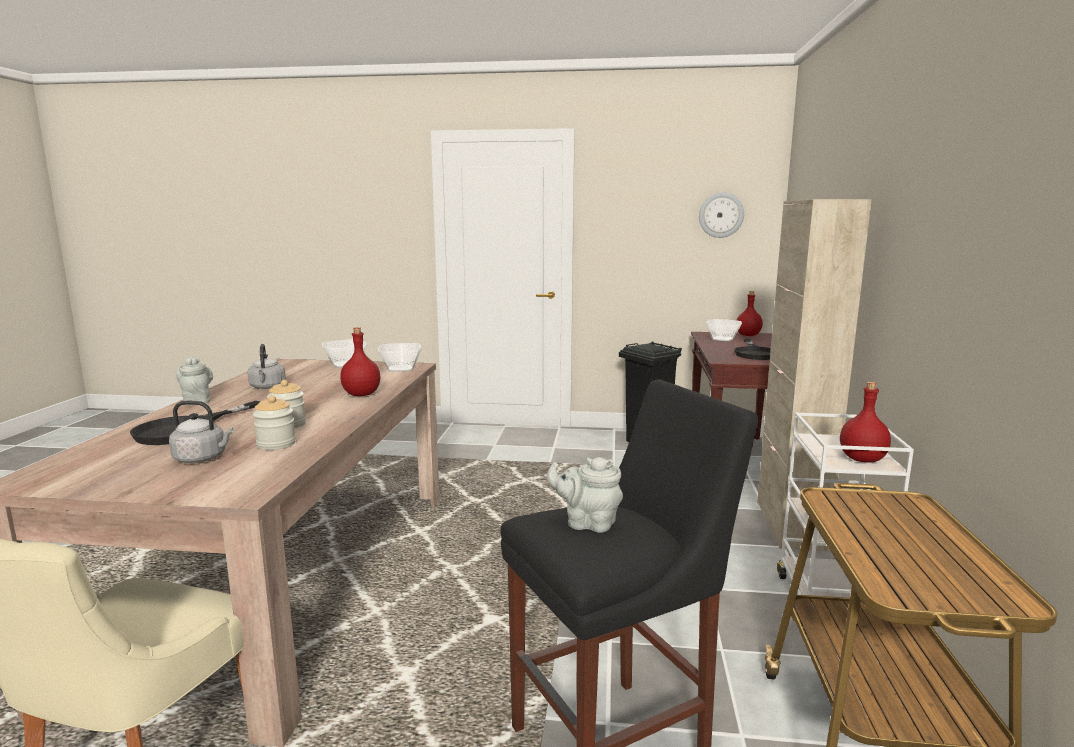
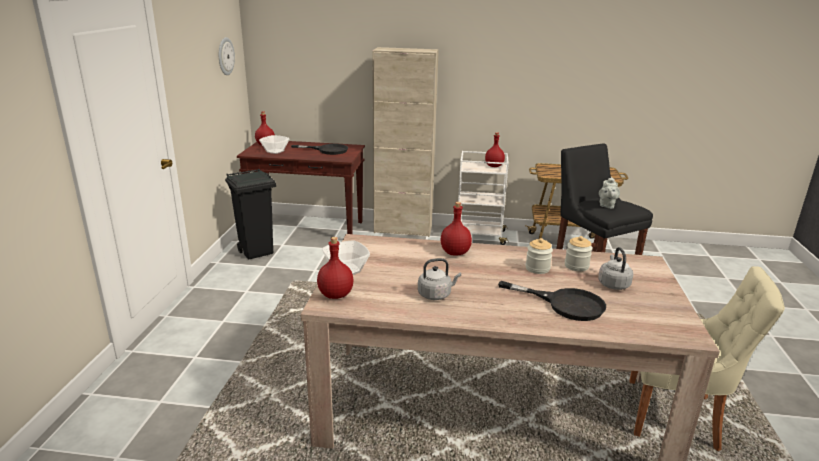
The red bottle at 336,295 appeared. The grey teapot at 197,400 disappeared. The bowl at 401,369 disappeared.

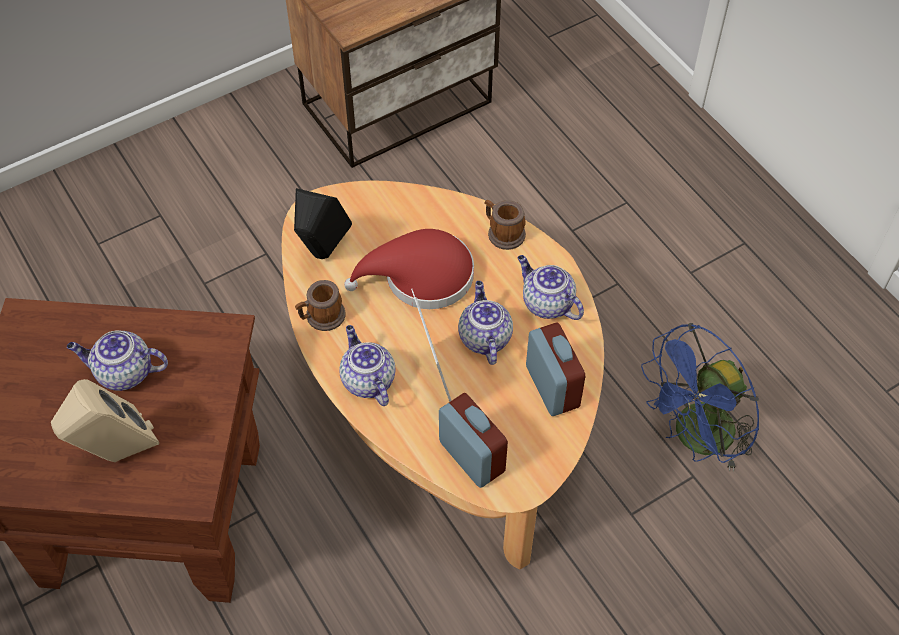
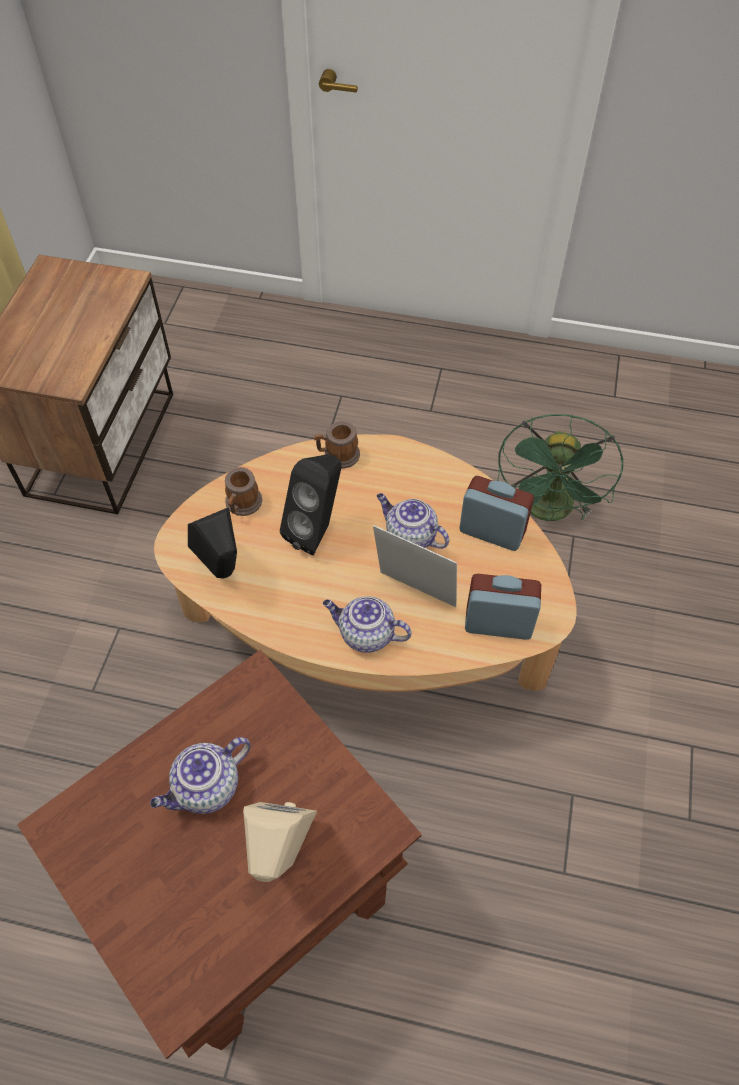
The mug moved from 321,317 to 242,505. The red hat at 421,277 was replaced by the black speaker at 317,530. The blue fan at 695,438 became the green fan at 549,512. The teapot at 546,303 disappeared.

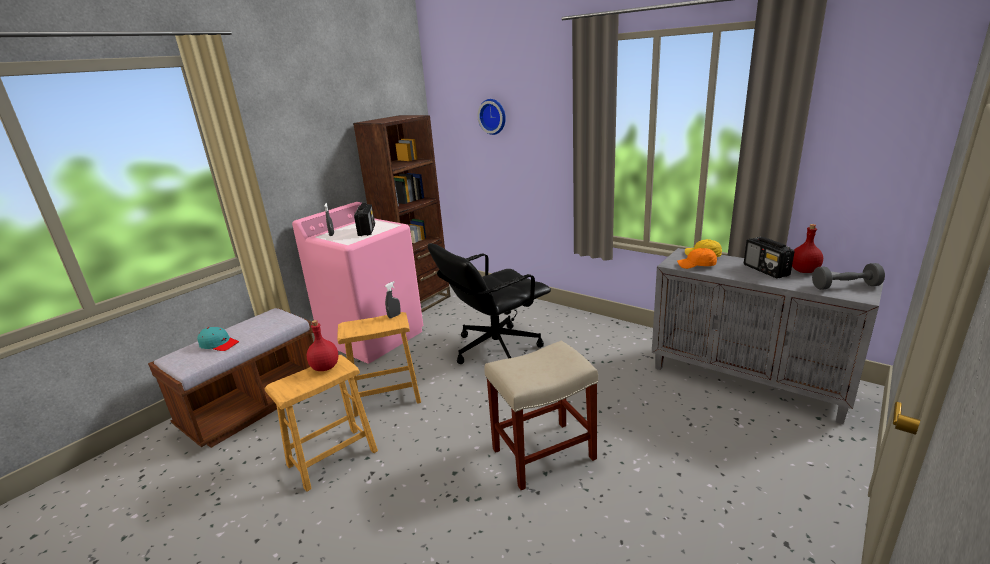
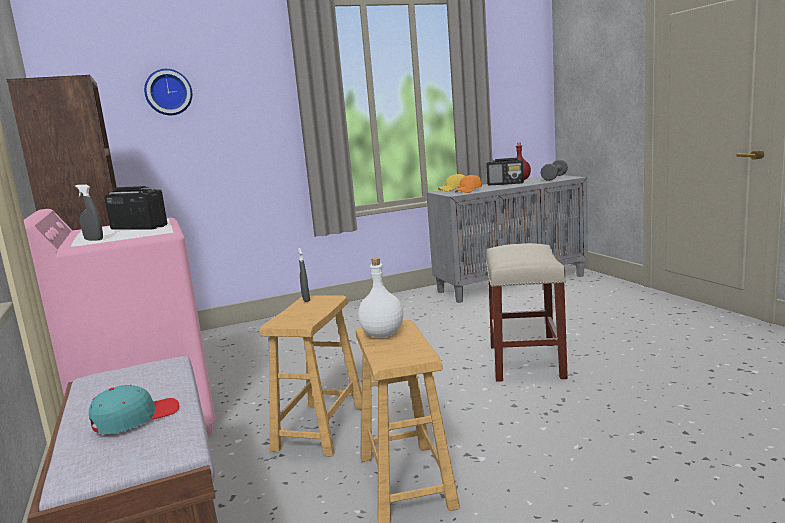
The red bottle at 324,367 became the white bottle at 382,334. The black office chair at 495,348 disappeared.

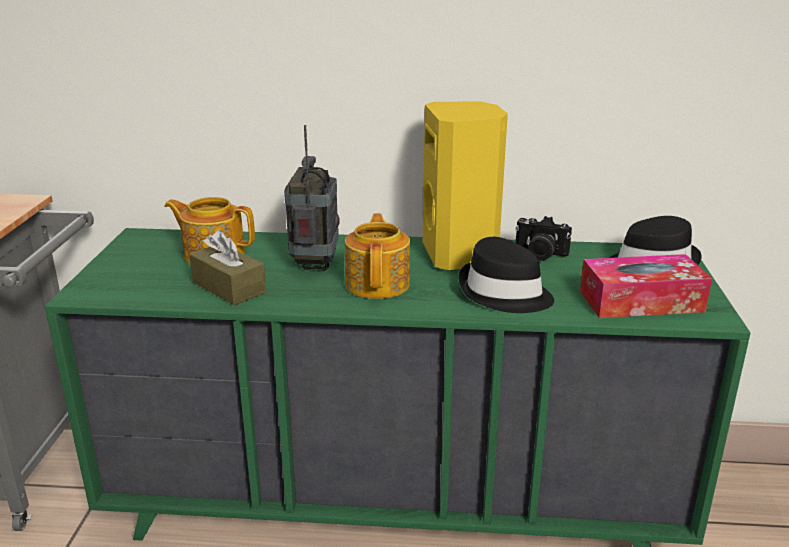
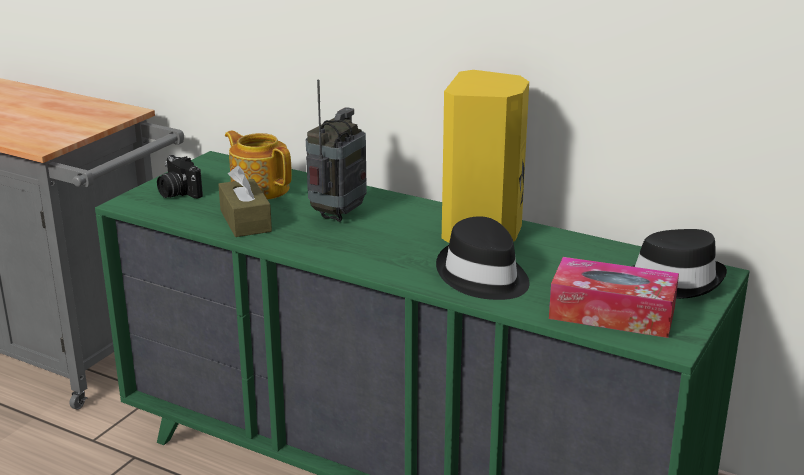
The photo camera moved from 539,254 to 177,193. The teapot at 378,283 disappeared.

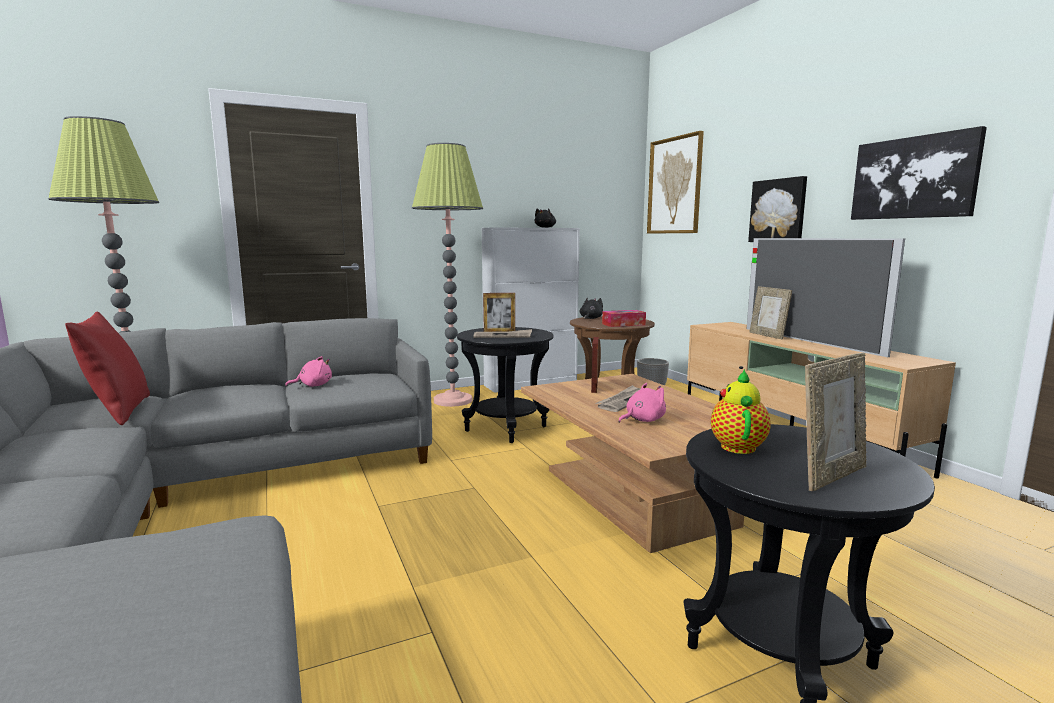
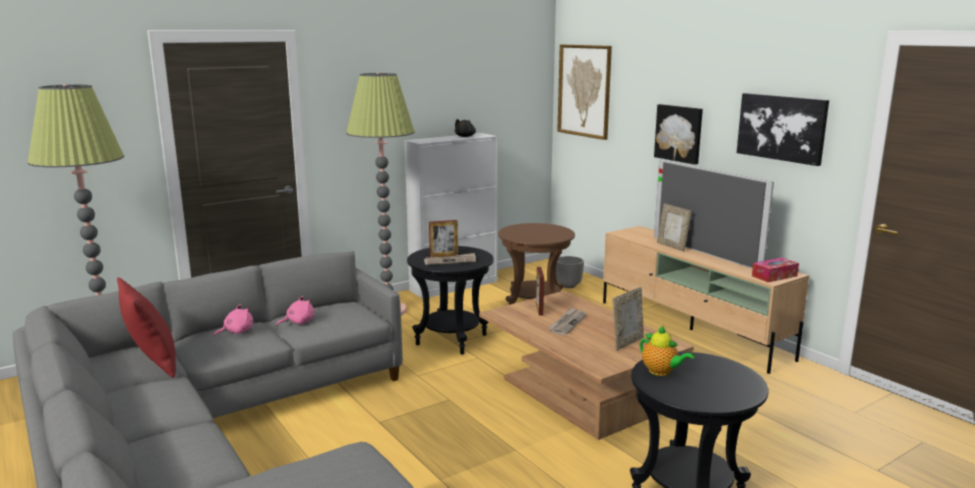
The pink plush toy moved from 642,420 to 237,332. The picture frame moved from 831,475 to 627,343. The teapot at 737,445 turned 135 degrees clockwise. The tissue box moved from 623,324 to 774,276. The black plush toy at 590,318 disappeared.

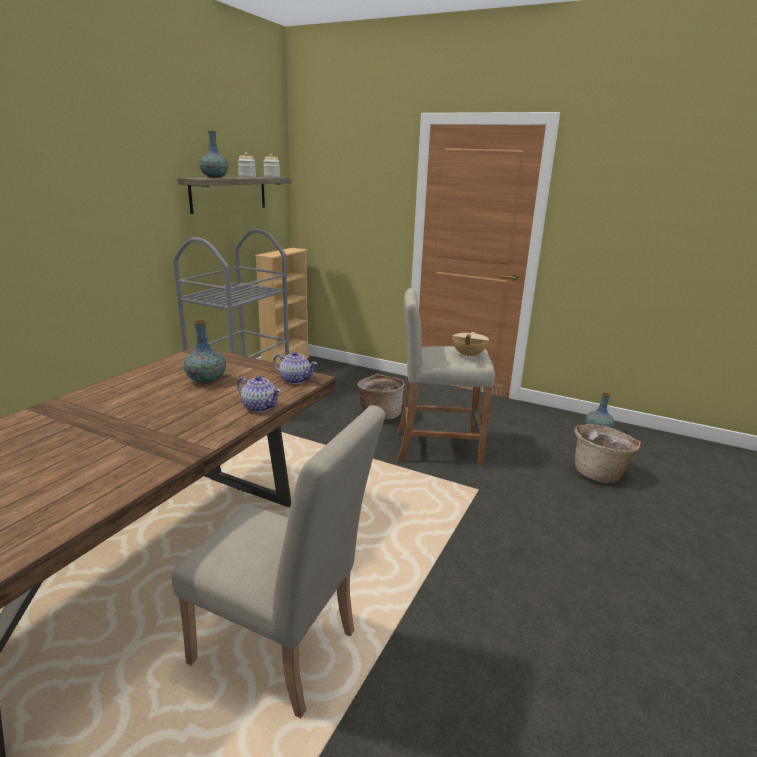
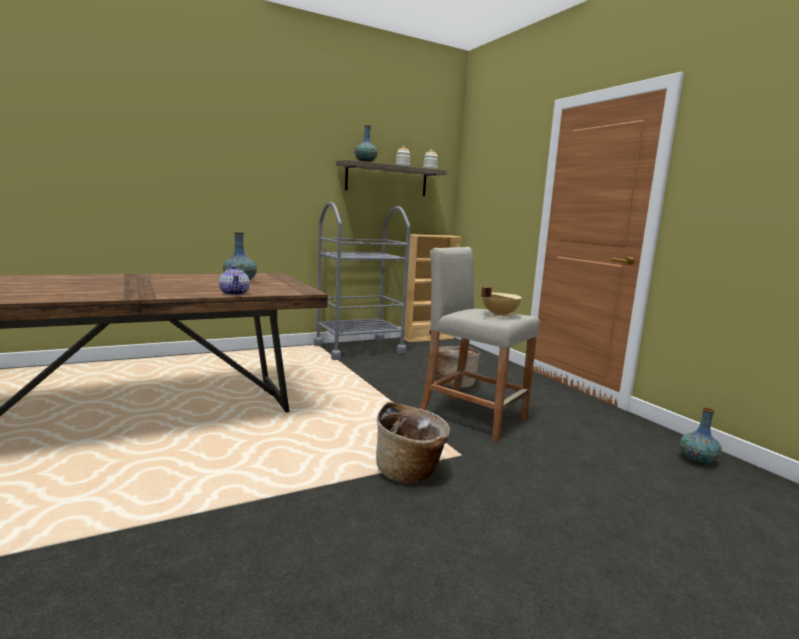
The basket moved from 599,473 to 410,472. The beige chair at 284,654 disappeared. The teapot at 295,380 disappeared.

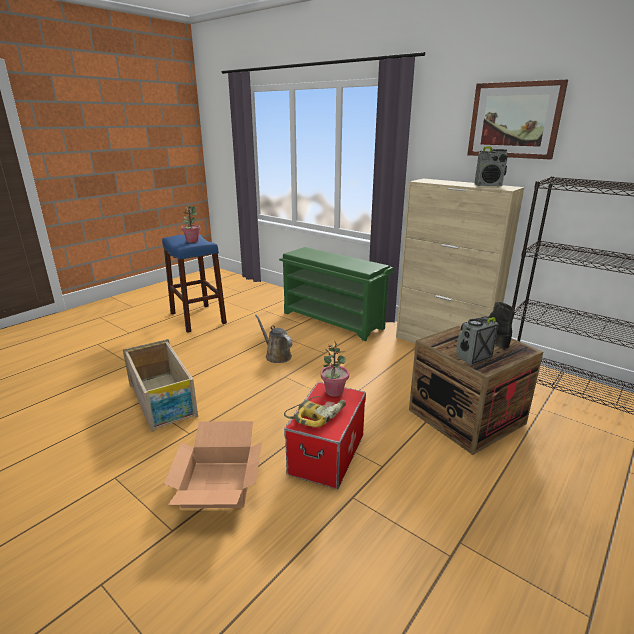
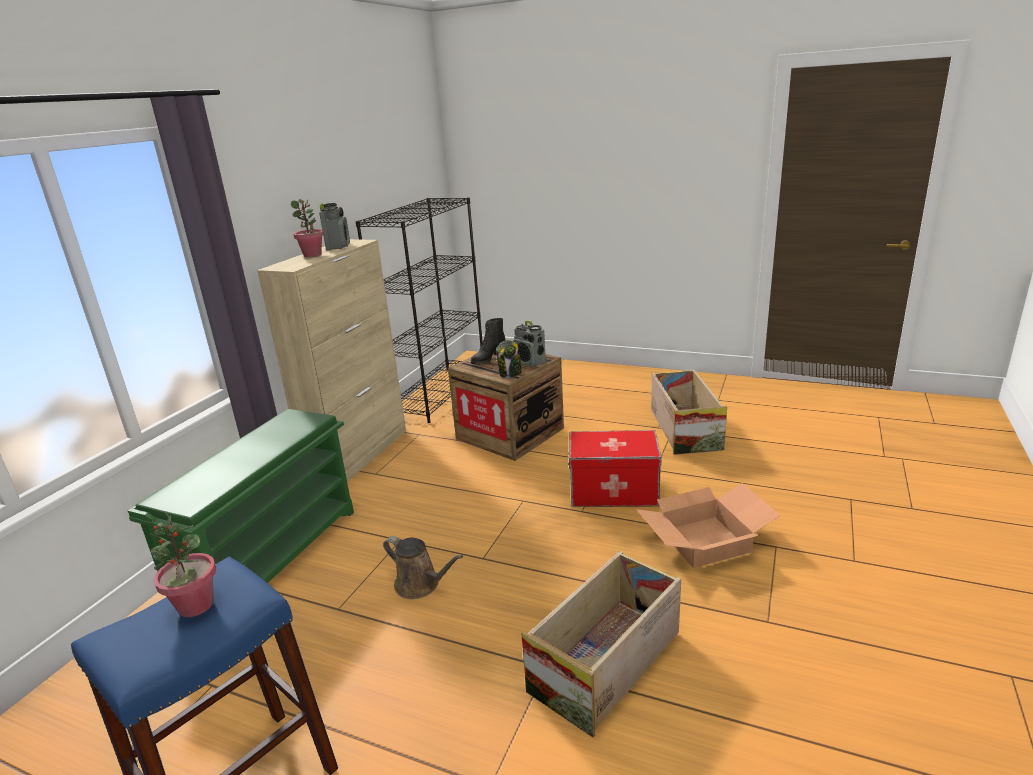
The potted plant moved from 334,391 to 312,255. The brown watering can at 276,355 turned 90 degrees counterclockwise. The jar at 510,373 appeared. The crate at 684,428 appeared. The power drill at 317,414 disappeared. The picture at 514,120 disappeared.

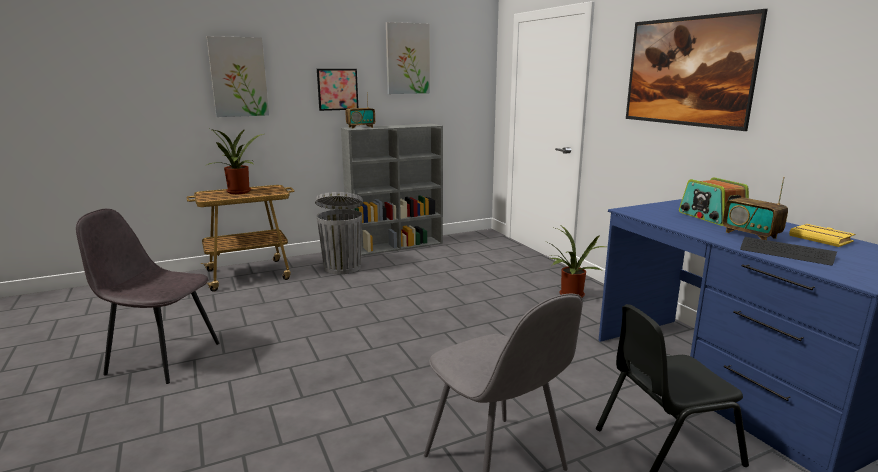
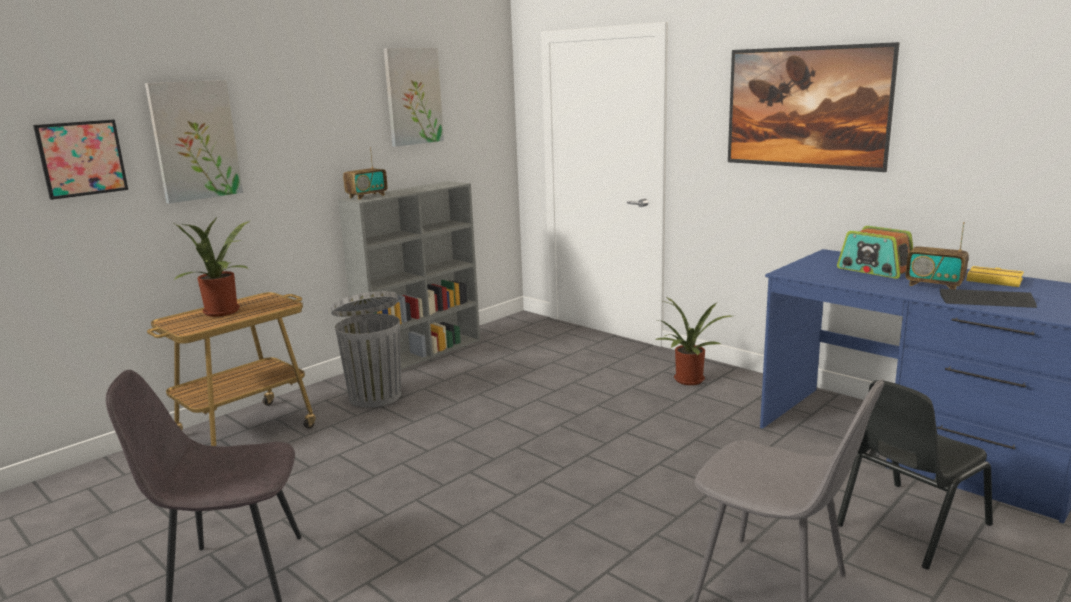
The picture moved from 337,89 to 82,158.

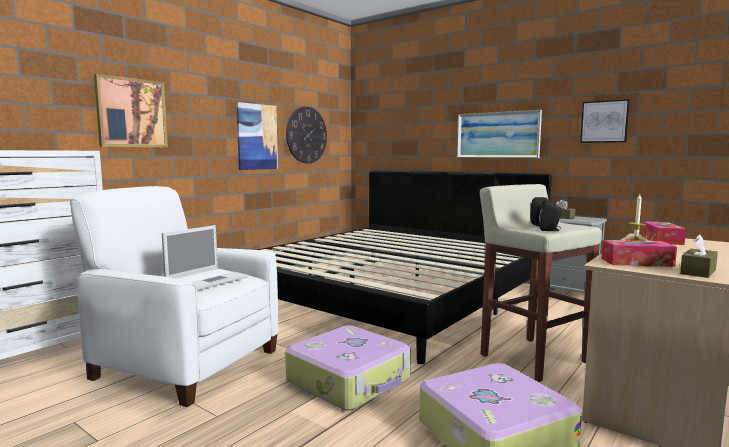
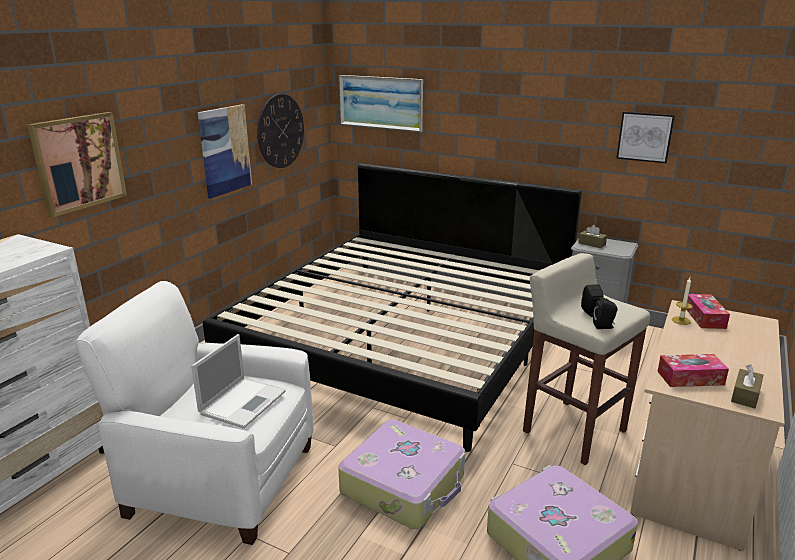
The picture moved from 497,135 to 381,102.

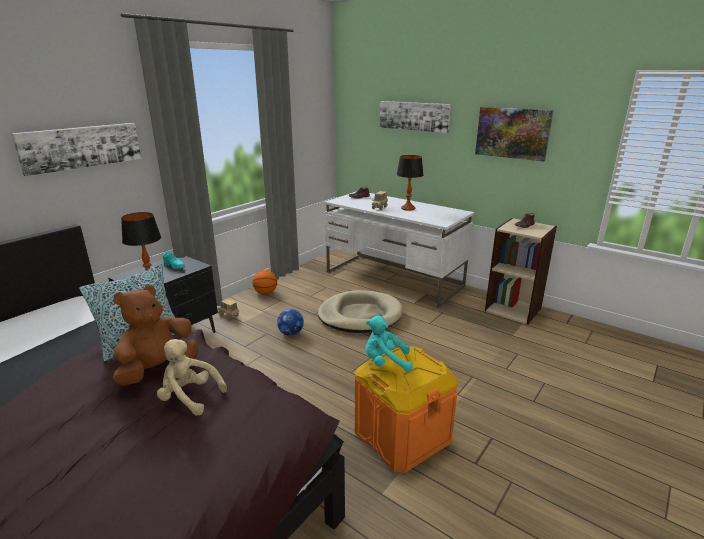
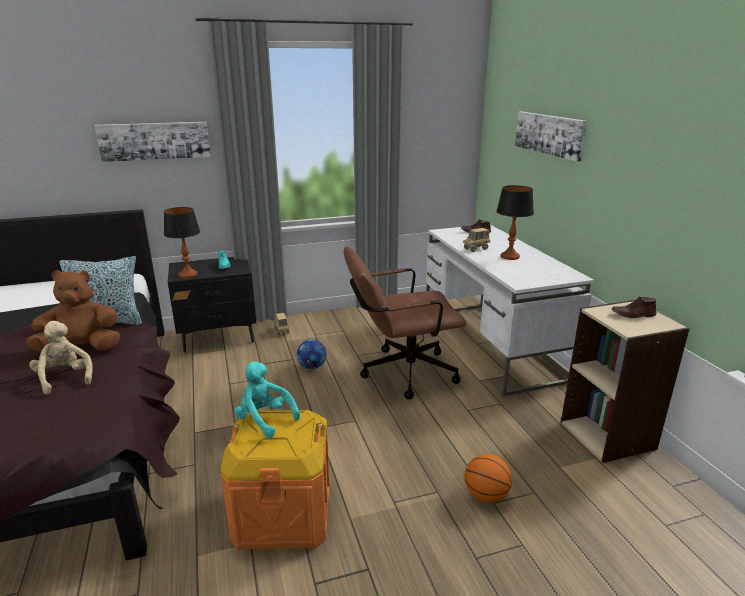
The beige dog bed at 360,315 was replaced by the brown office chair at 400,372. The basketball moved from 265,293 to 486,495. The picture at 512,133 disappeared.

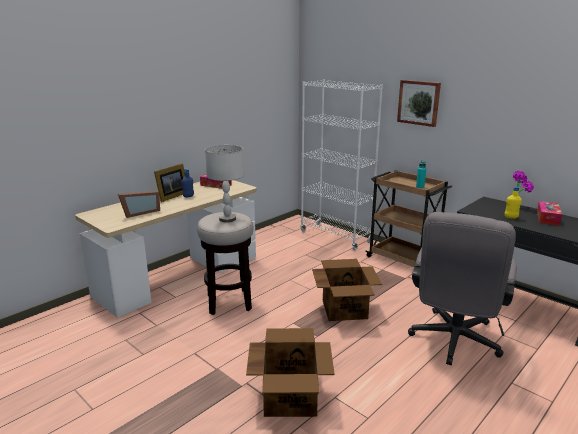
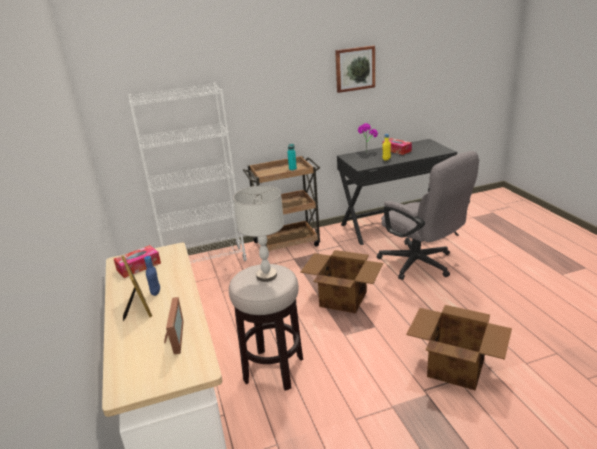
The picture moved from 419,102 to 355,68.

